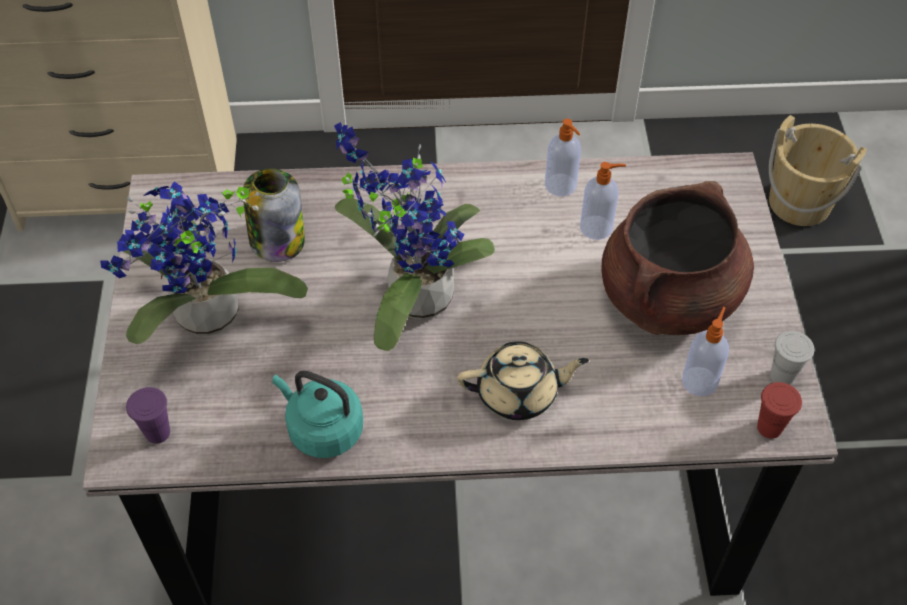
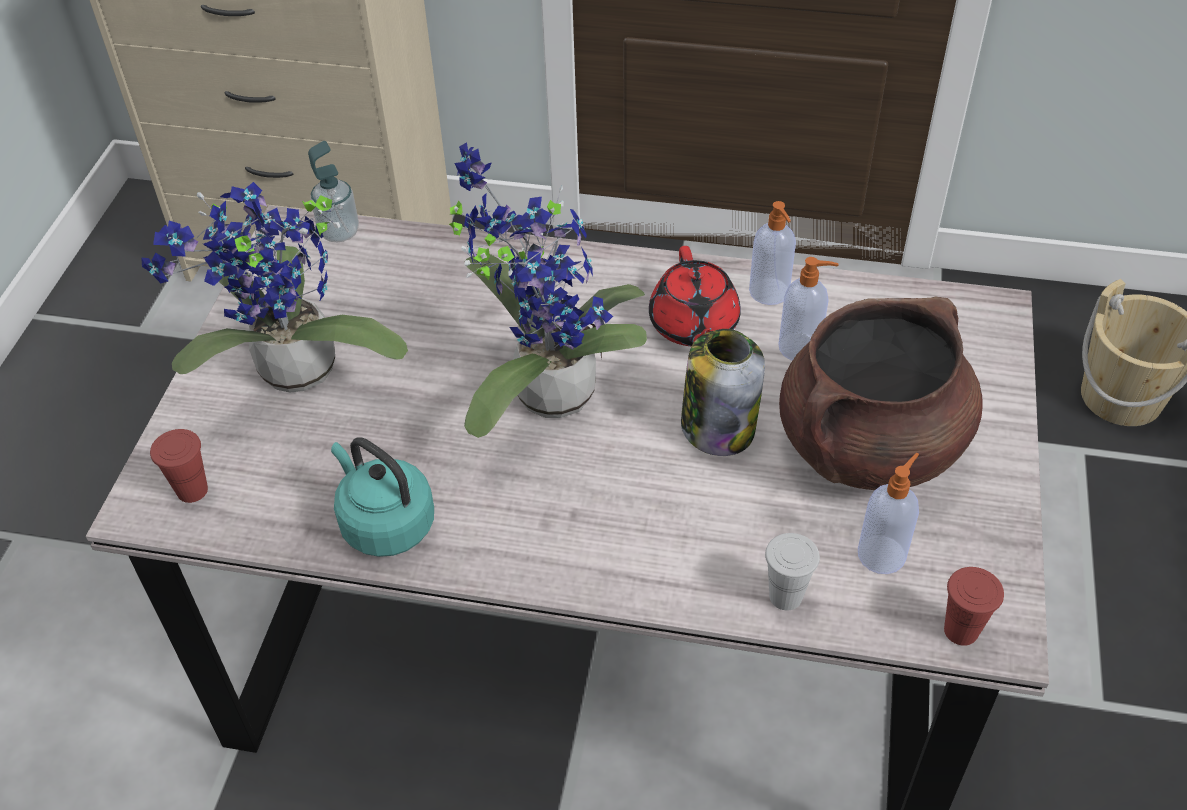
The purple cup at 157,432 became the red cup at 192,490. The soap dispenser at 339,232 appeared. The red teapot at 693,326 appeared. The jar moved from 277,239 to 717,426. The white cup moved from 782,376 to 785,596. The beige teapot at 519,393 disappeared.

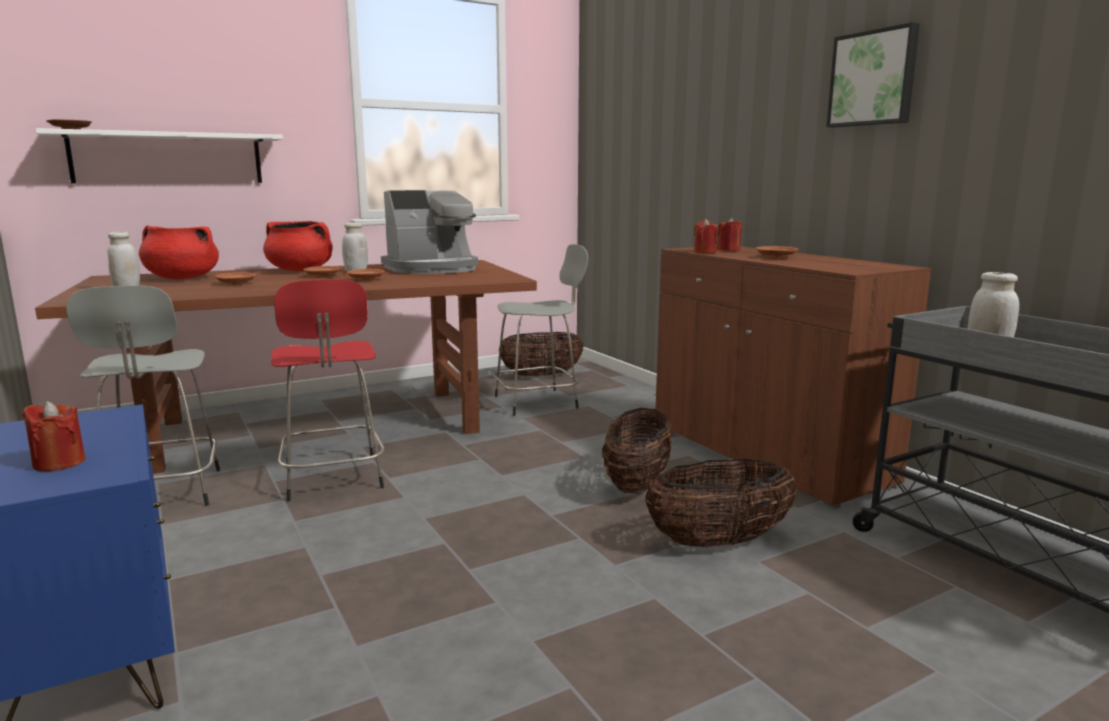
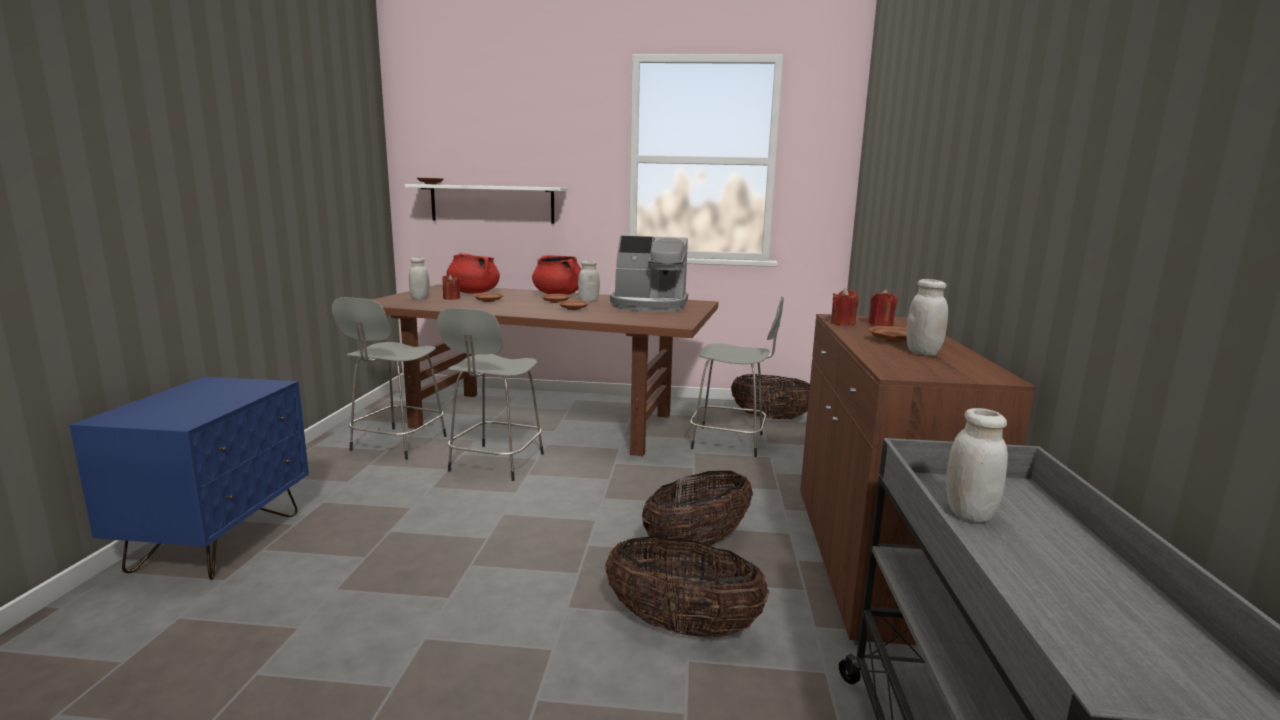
The red stool at 333,479 became the grey stool at 495,463. The red candle moved from 59,463 to 451,298. The white jar at 923,352 appeared. The picture at 873,78 disappeared.

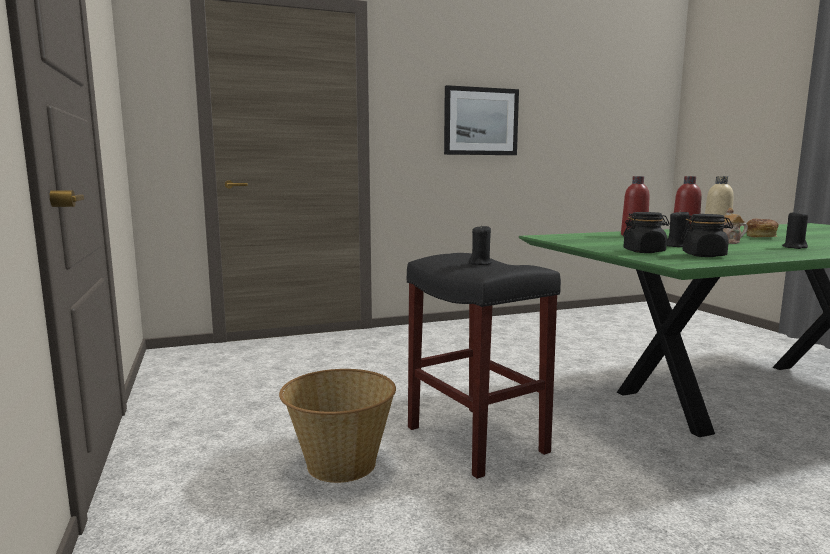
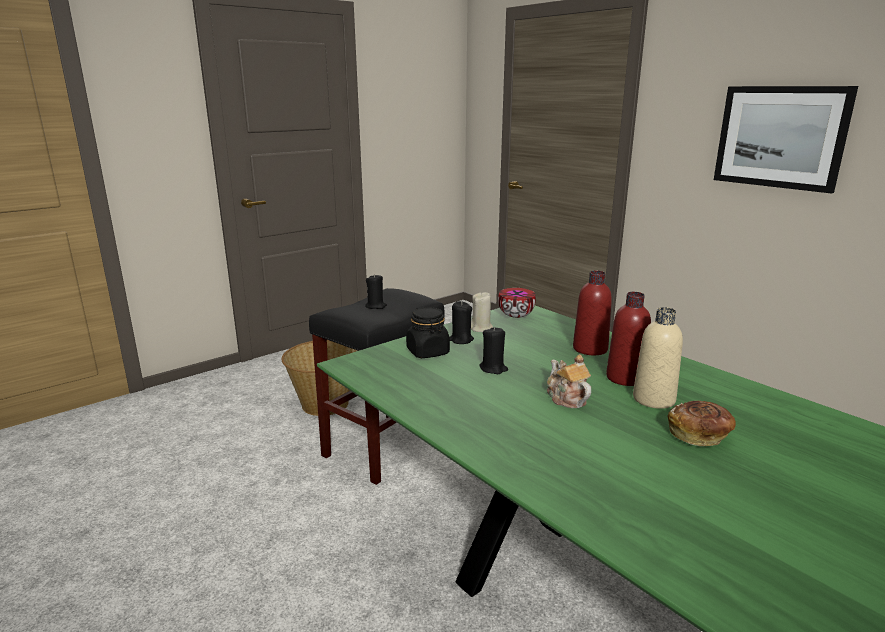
The black candle moved from 794,247 to 460,340. The beige candle at 481,328 appeared. The bowl at 516,316 appeared. The black jar at 704,255 disappeared.

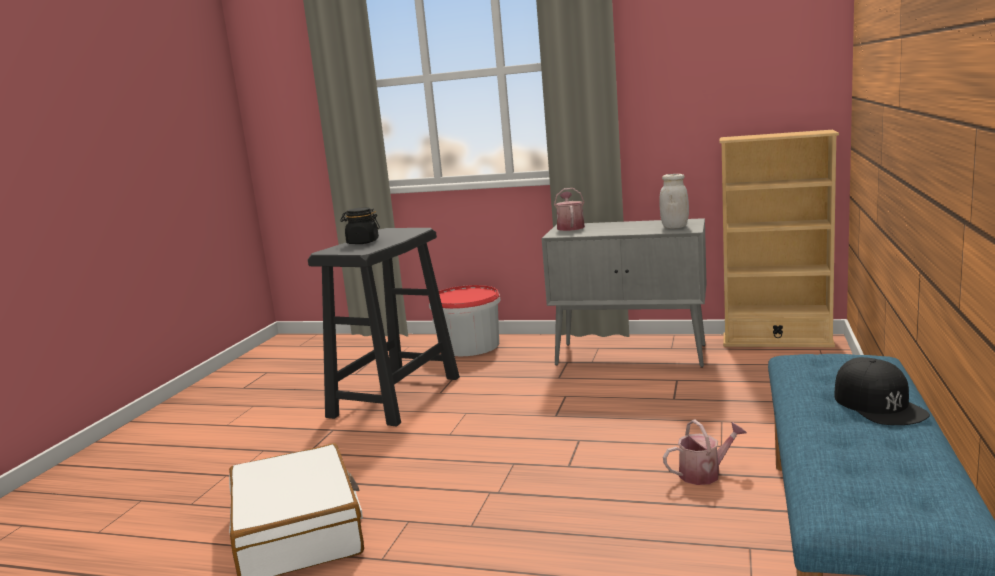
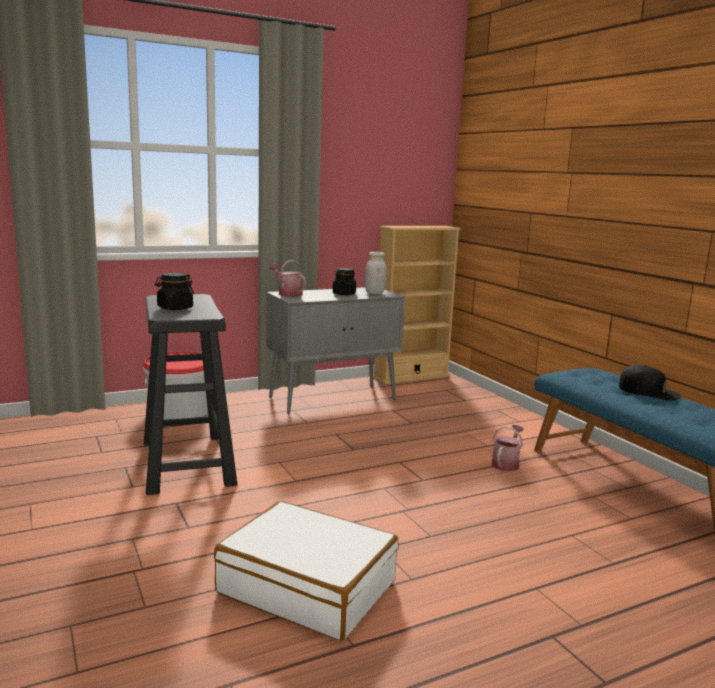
The black jar at 344,294 appeared.

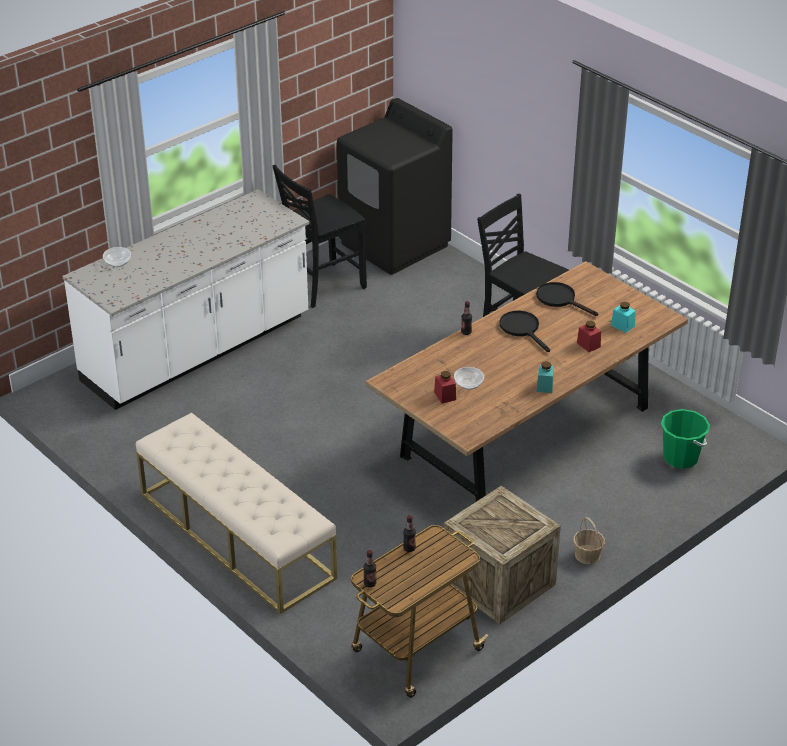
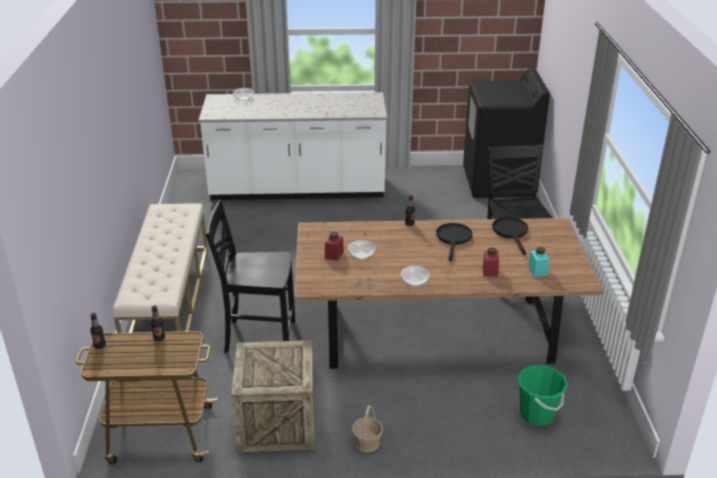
The black chair moved from 322,286 to 258,337. The turquoise jar at 544,386 was replaced by the bowl at 414,282.

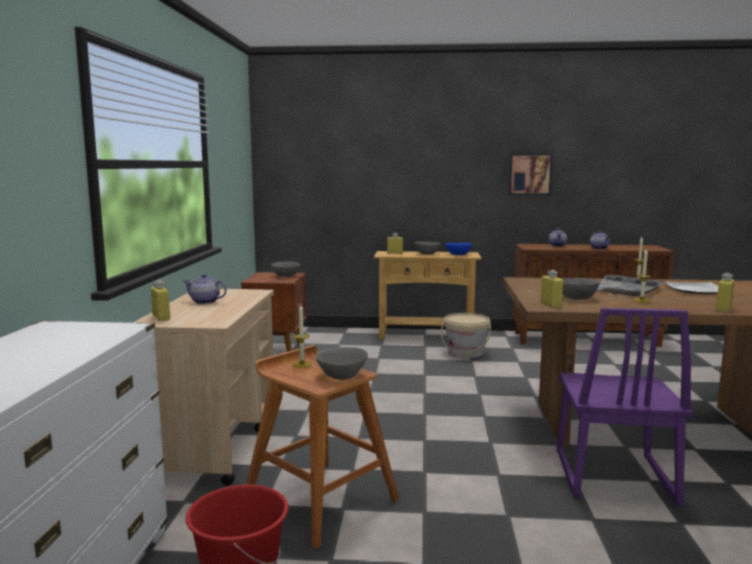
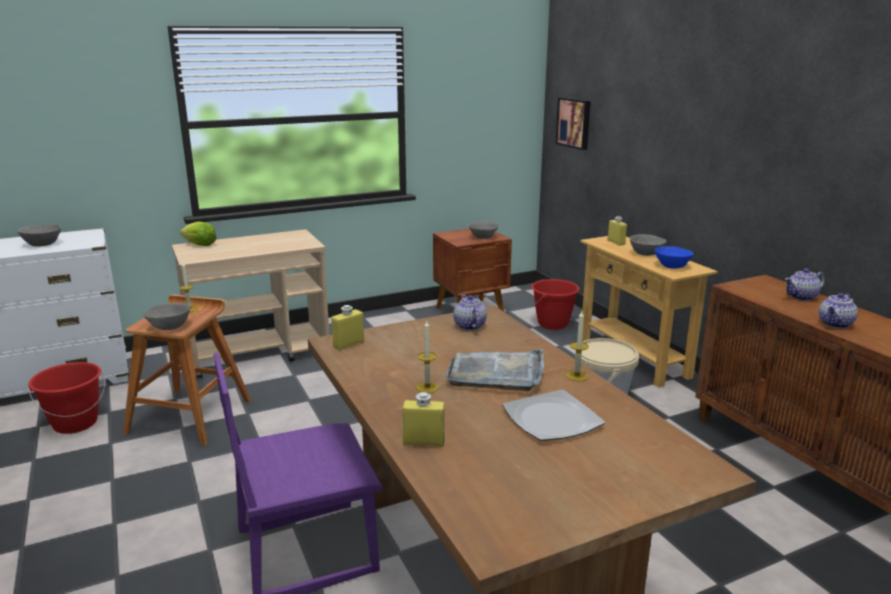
The grey bowl moved from 577,298 to 43,244. The yellow bottle at 161,317 was replaced by the lettuce at 199,245. The teapot moved from 205,302 to 469,326. The red bucket at 553,324 appeared. The picture moved from 529,174 to 574,123.

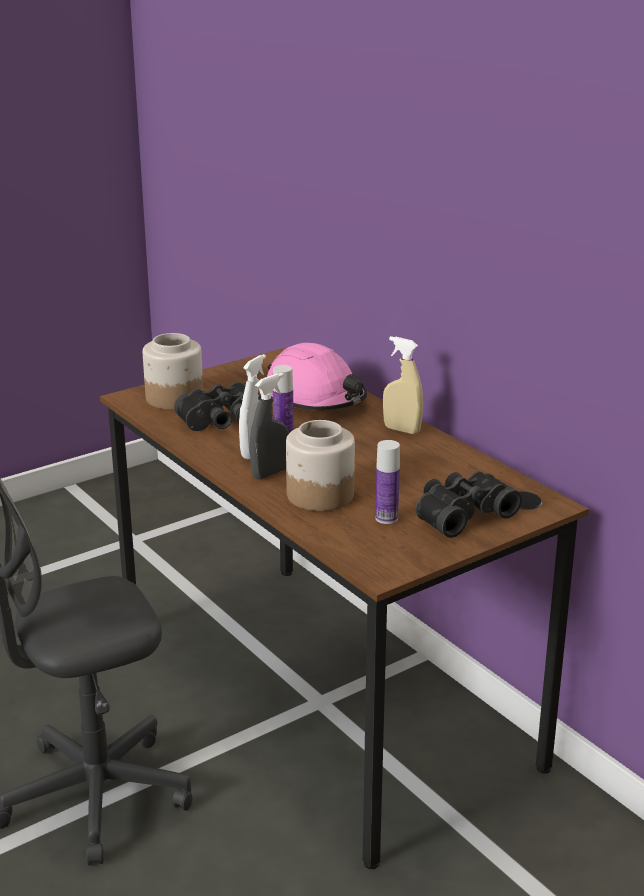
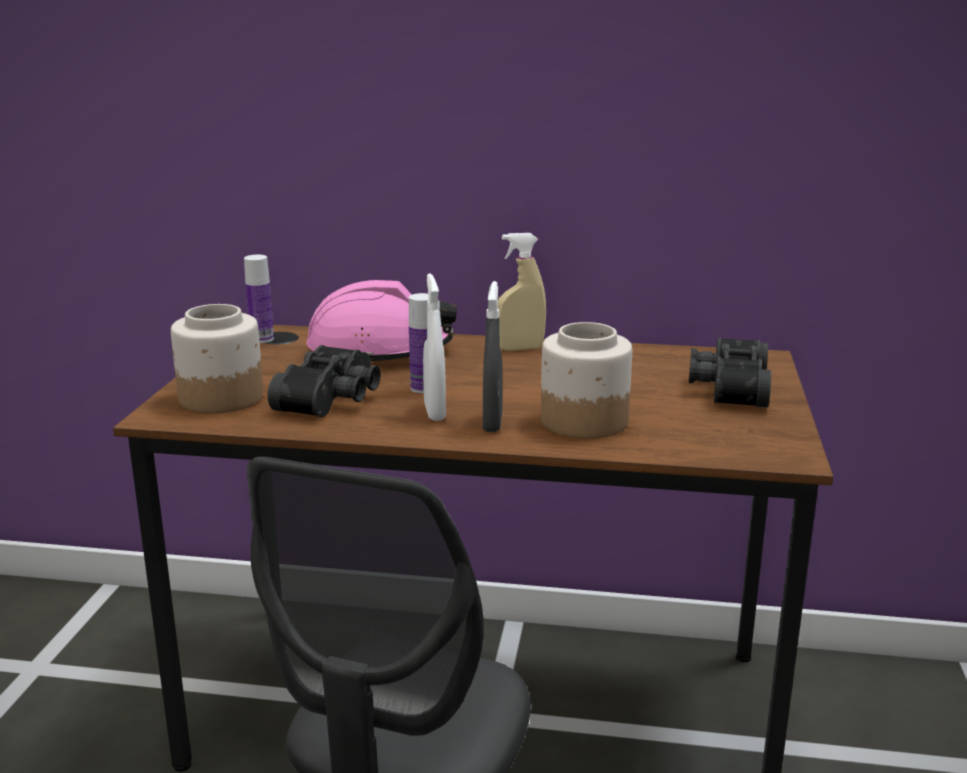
The bottle moved from 386,518 to 262,339.

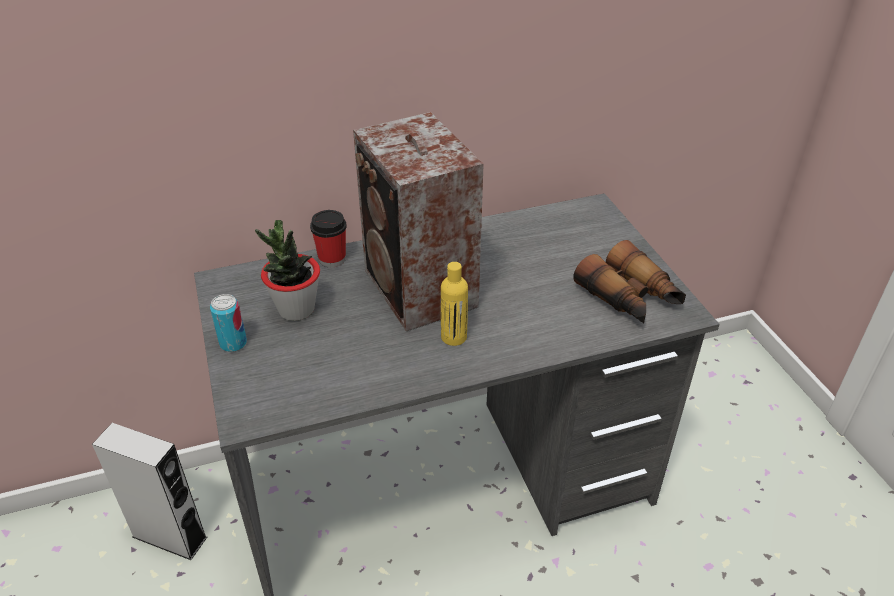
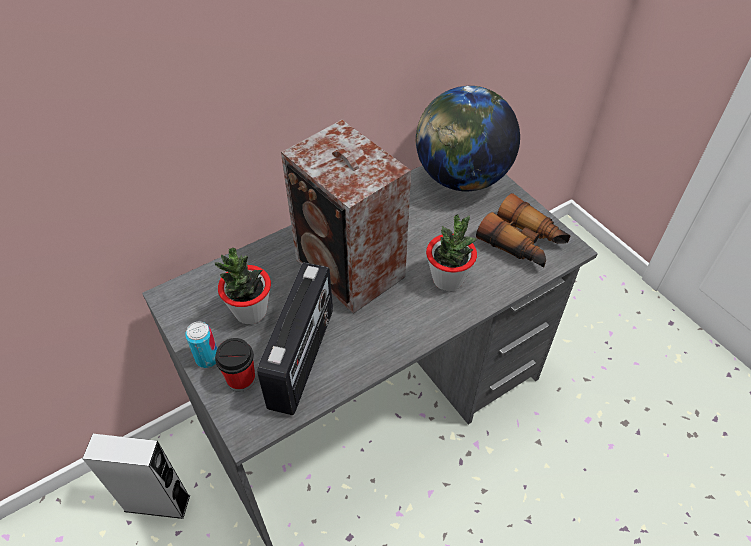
The cup moved from 332,259 to 241,379. The radio at 303,358 appeared. The globe at 461,178 appeared. The potted plant at 448,280 appeared. The yellow bottle at 454,337 disappeared.

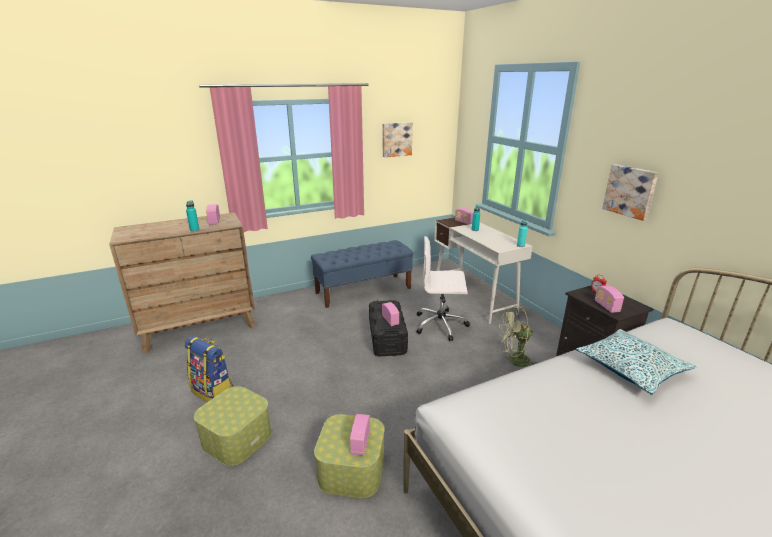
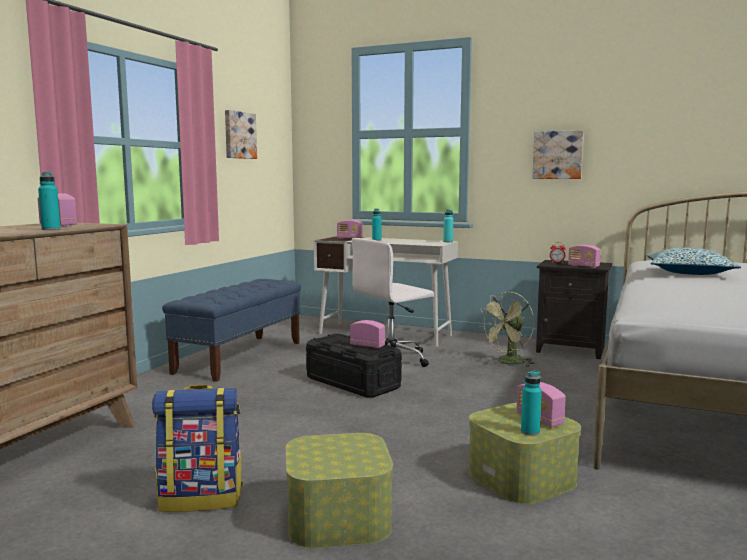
The turquoise bottle at 530,432 appeared.

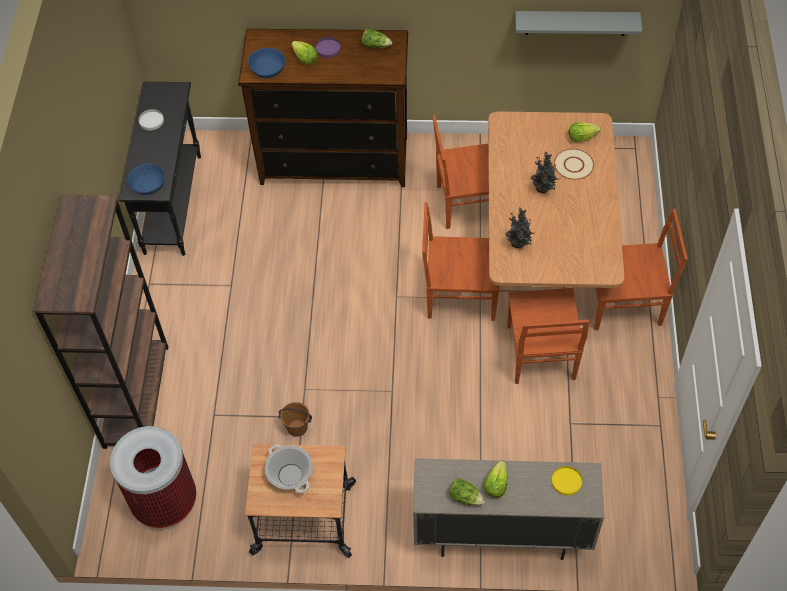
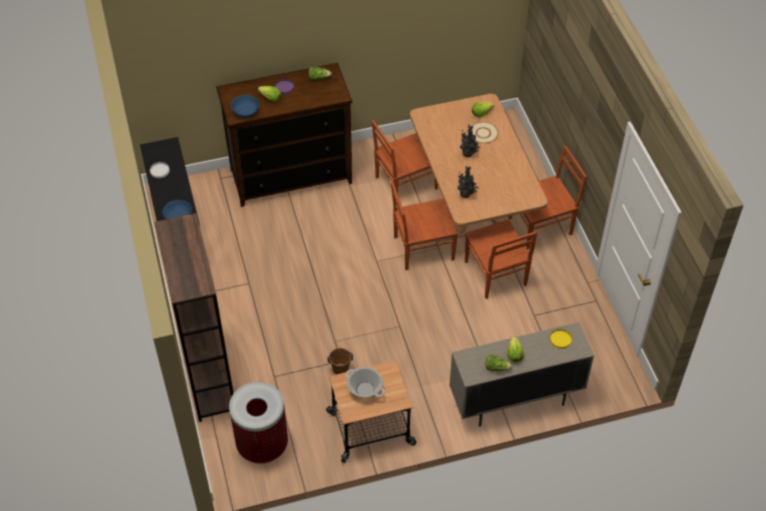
The grey shelf at 576,23 disappeared.

